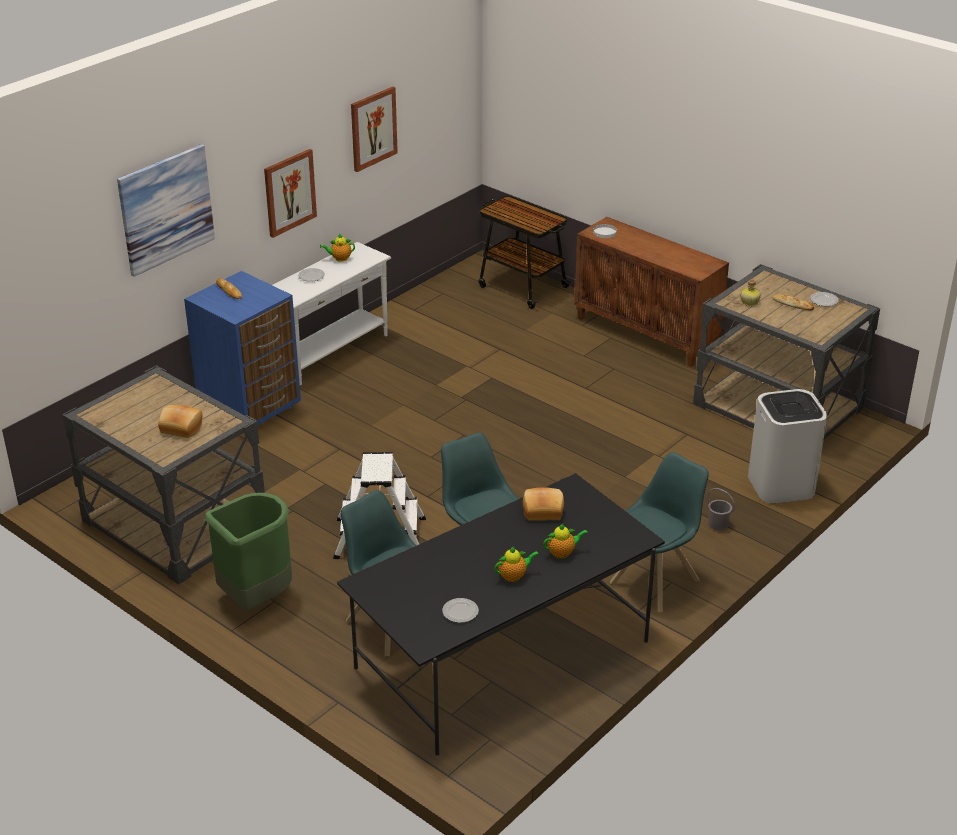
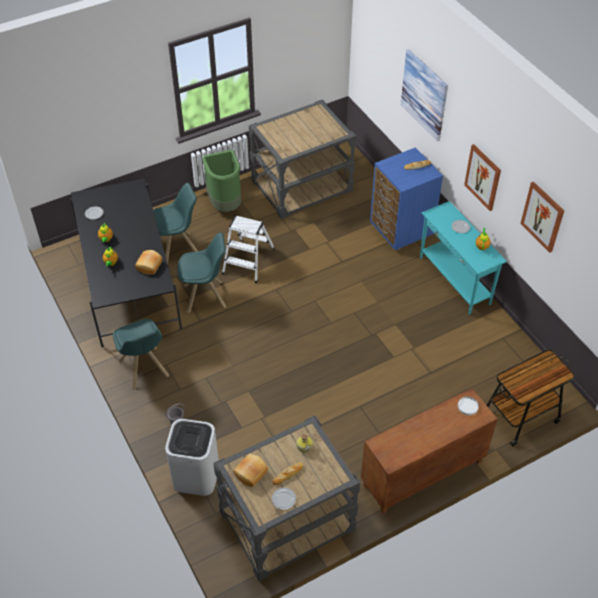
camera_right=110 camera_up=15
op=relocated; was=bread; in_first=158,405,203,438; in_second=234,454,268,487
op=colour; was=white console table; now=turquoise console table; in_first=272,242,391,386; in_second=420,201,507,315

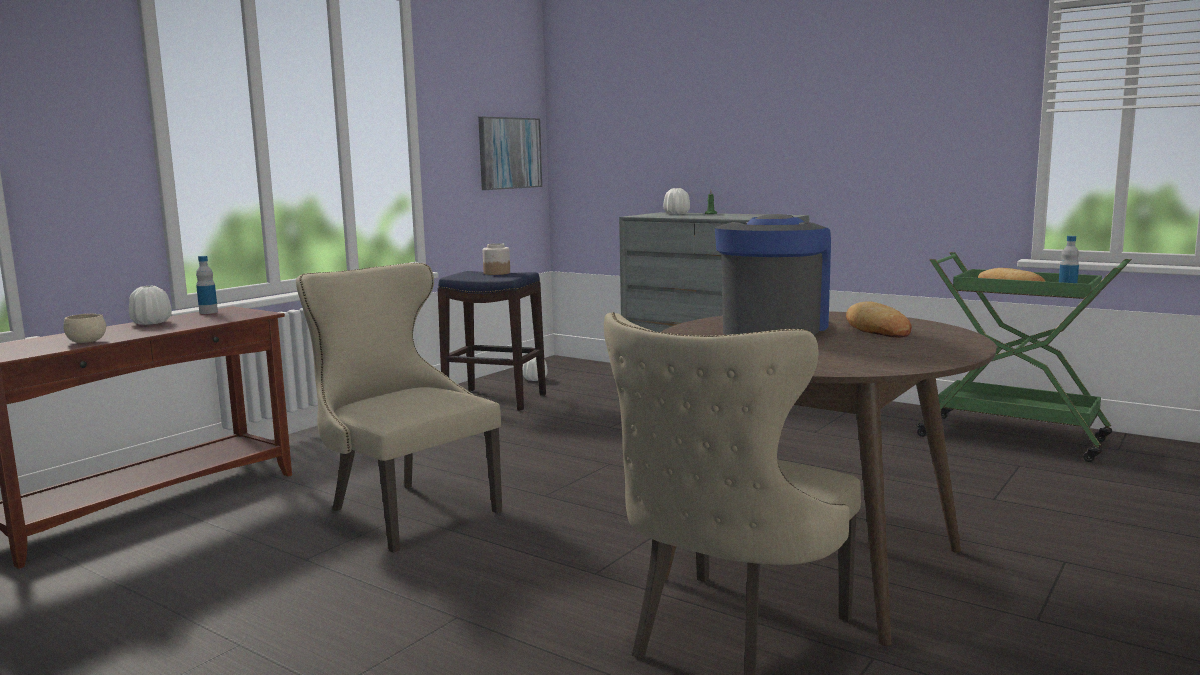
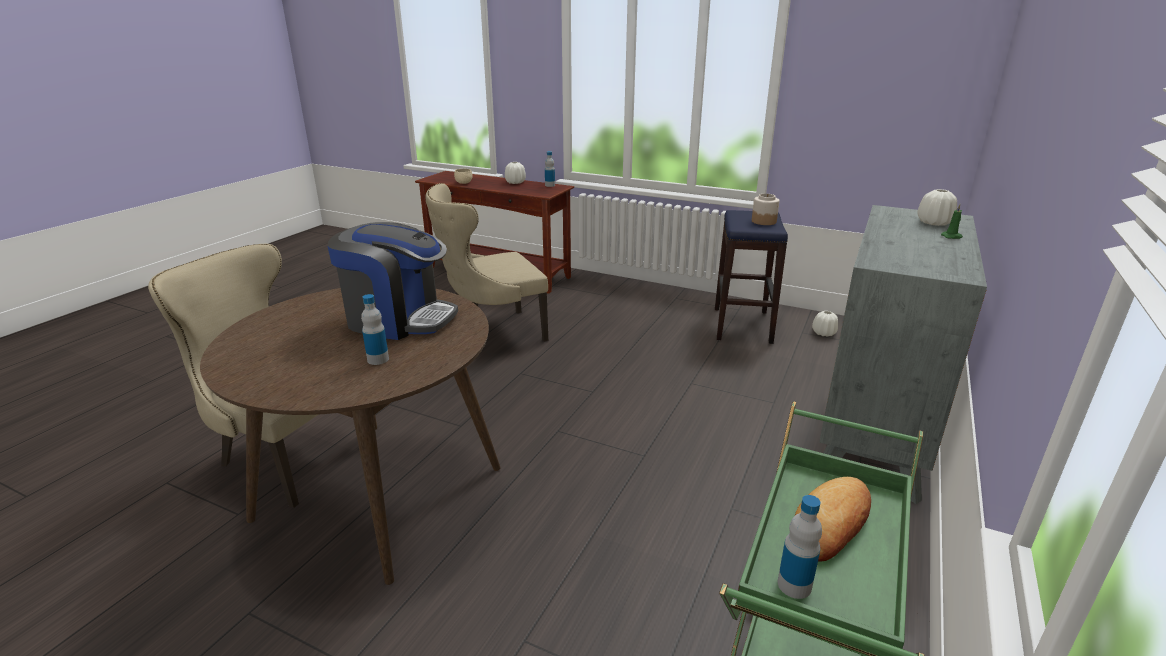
camera_right=80 camera_up=15
op=spun; was=beige chair; in_first=296,263,502,553; in_second=426,183,548,341; clockwise=-150
op=missing; was=picture; in_first=478,117,542,190
op=exchanged; was=bread; now=bottle; in_first=846,301,912,338; in_second=361,294,389,365

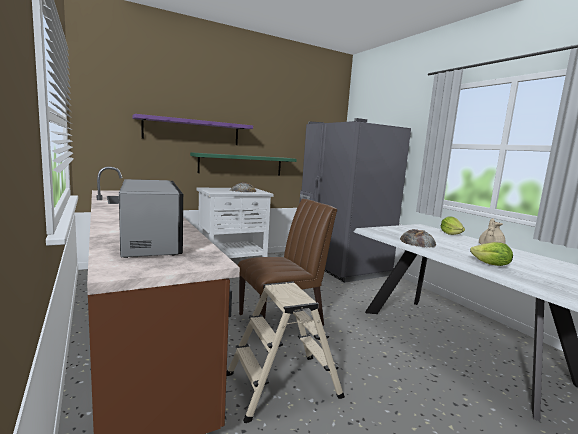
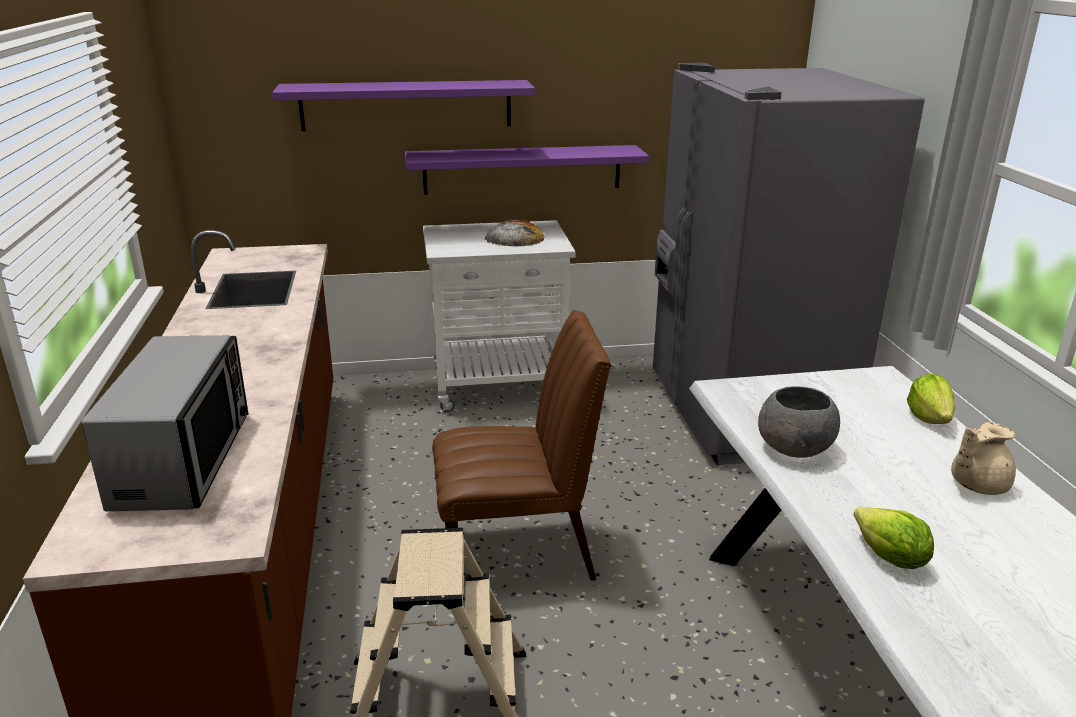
camera_right=20 camera_up=15
op=colour; was=green shelf; now=purple shelf; in_first=190,152,297,175; in_second=405,145,649,195
op=exchanged; was=bread; now=grey bowl; in_first=400,229,436,248; in_second=758,386,840,458

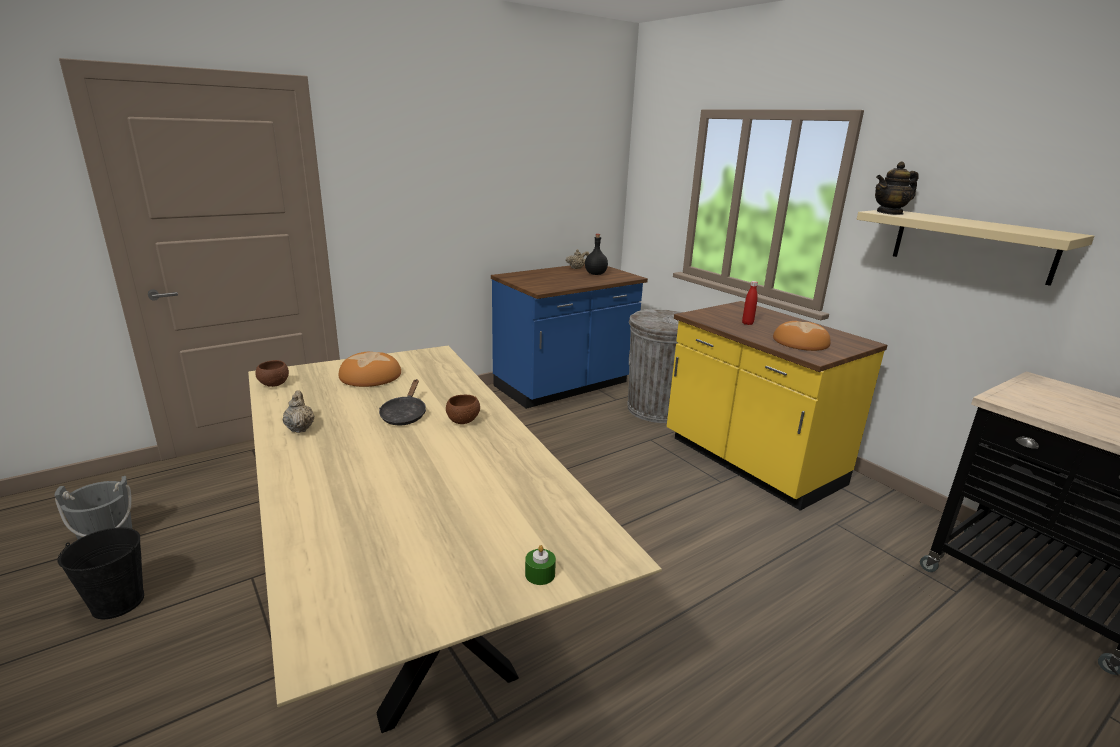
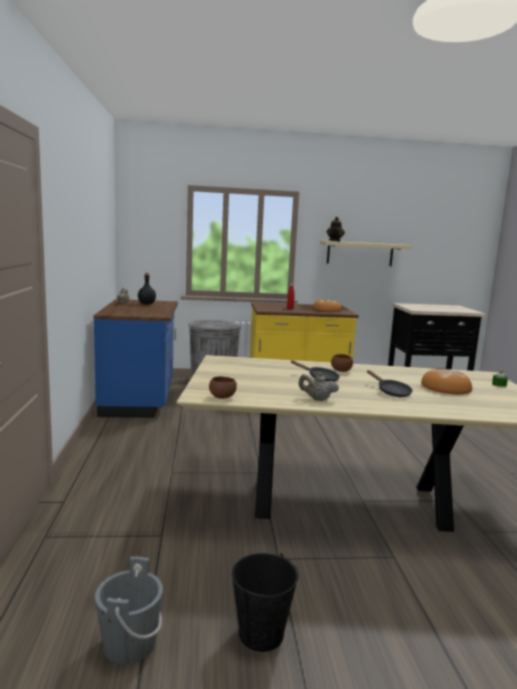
camera_right=-60 camera_up=-10
op=relocated; was=bread; in_first=339,352,401,387; in_second=421,369,472,394
op=appeared; now=black frying pan; in_second=367,370,413,397

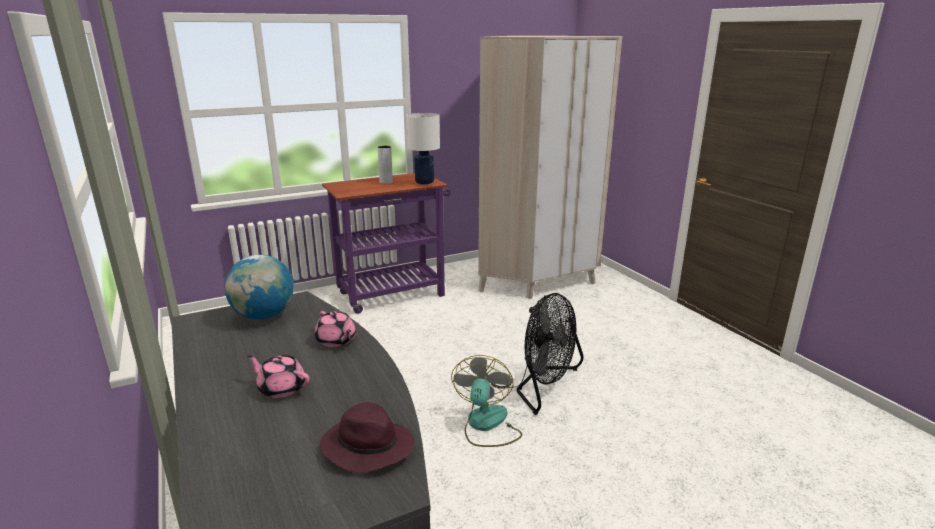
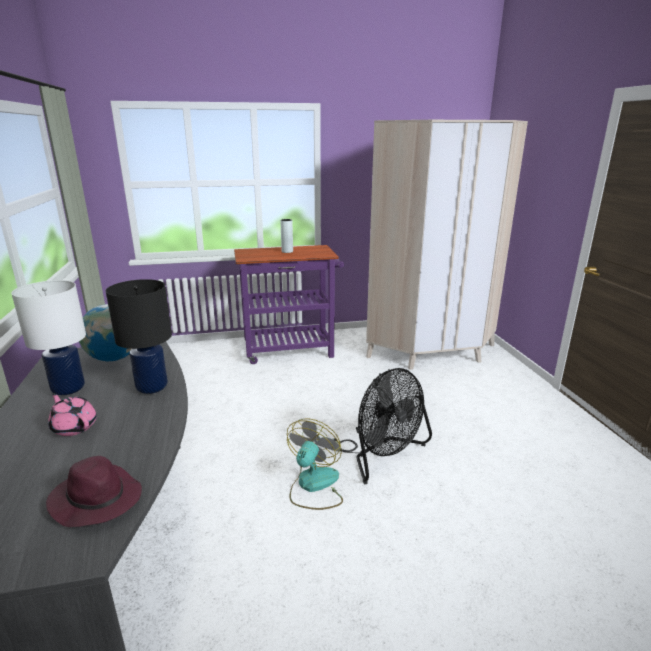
camera_right=15 camera_up=0
op=exchanged; was=pink teapot; now=black table lamp; in_first=314,311,356,347; in_second=106,279,172,394
op=relocated; was=white table lamp; in_first=406,113,440,184; in_second=11,280,86,395

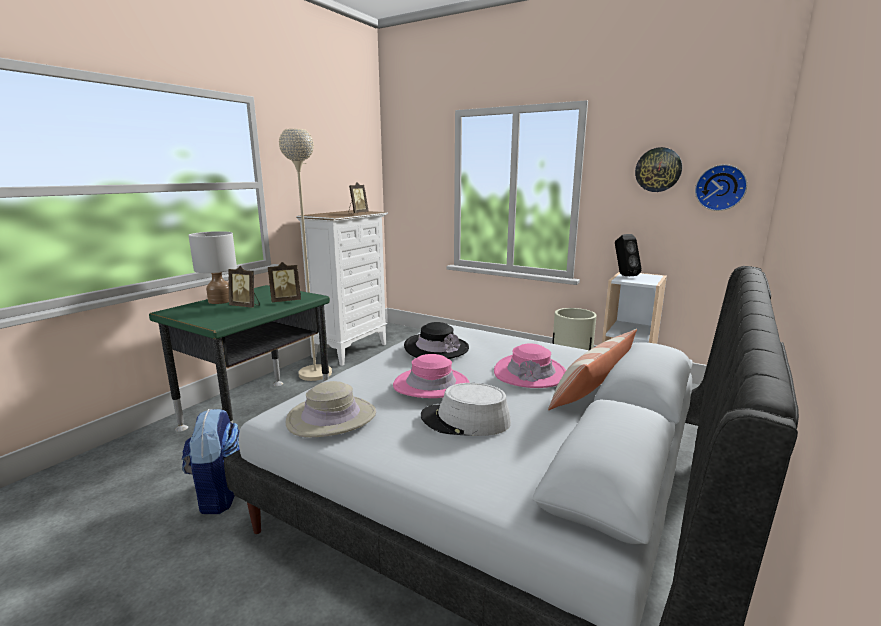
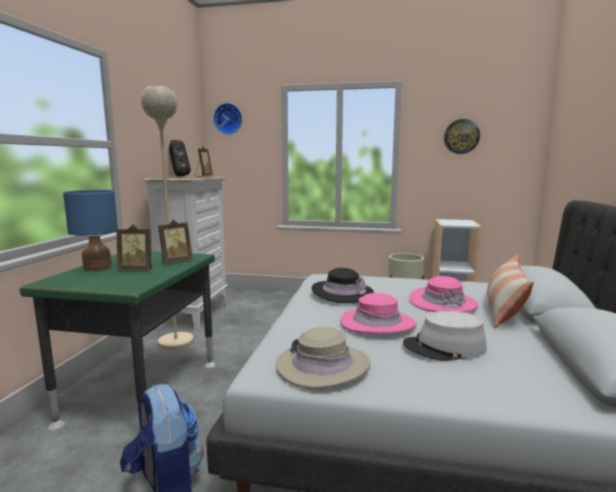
camera_right=-20 camera_up=-5
op=colour; was=grey table lamp; now=blue table lamp; in_first=188,231,237,304; in_second=63,190,118,271
op=relocated; was=black speaker; in_first=615,234,642,276; in_second=169,140,191,176
op=relocated; was=wall clock; in_first=695,164,747,211; in_second=213,103,242,135

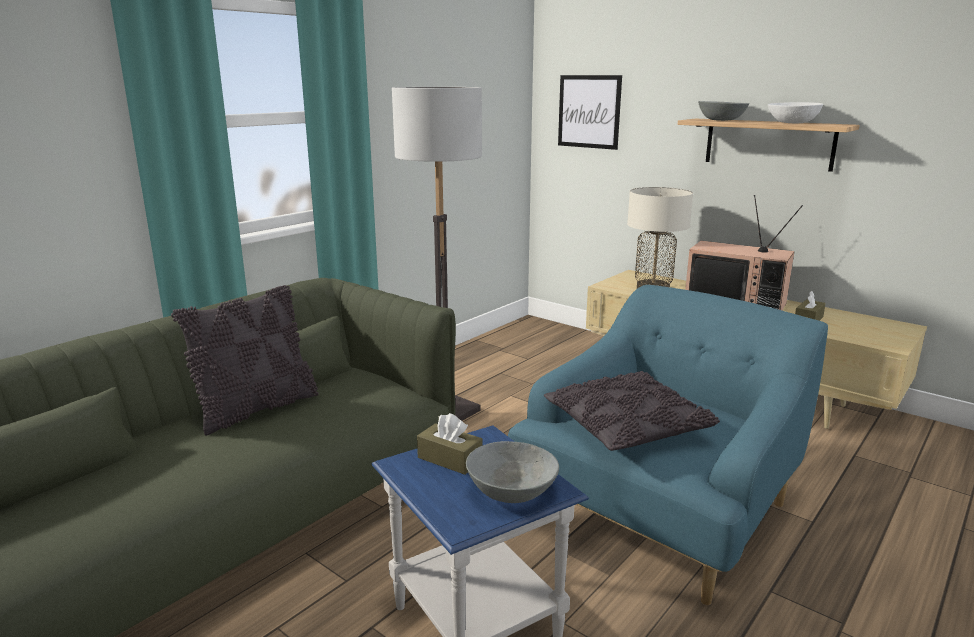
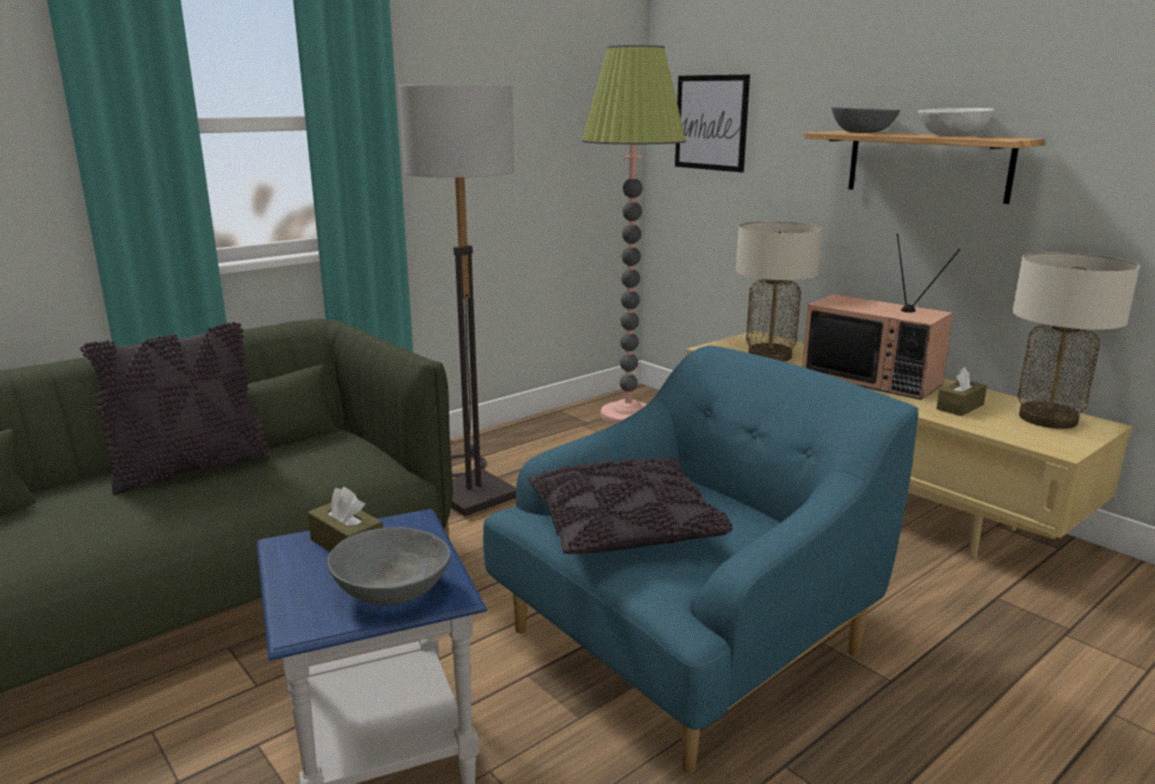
camera_right=10 camera_up=0
op=appeared; now=floor lamp; in_second=582,44,686,424
op=appeared; now=table lamp; in_second=1012,252,1140,429

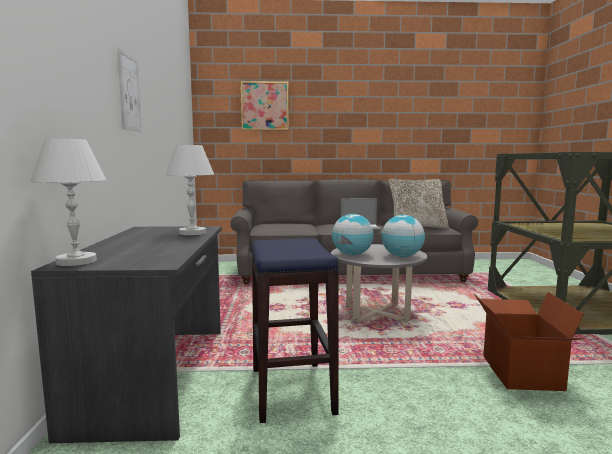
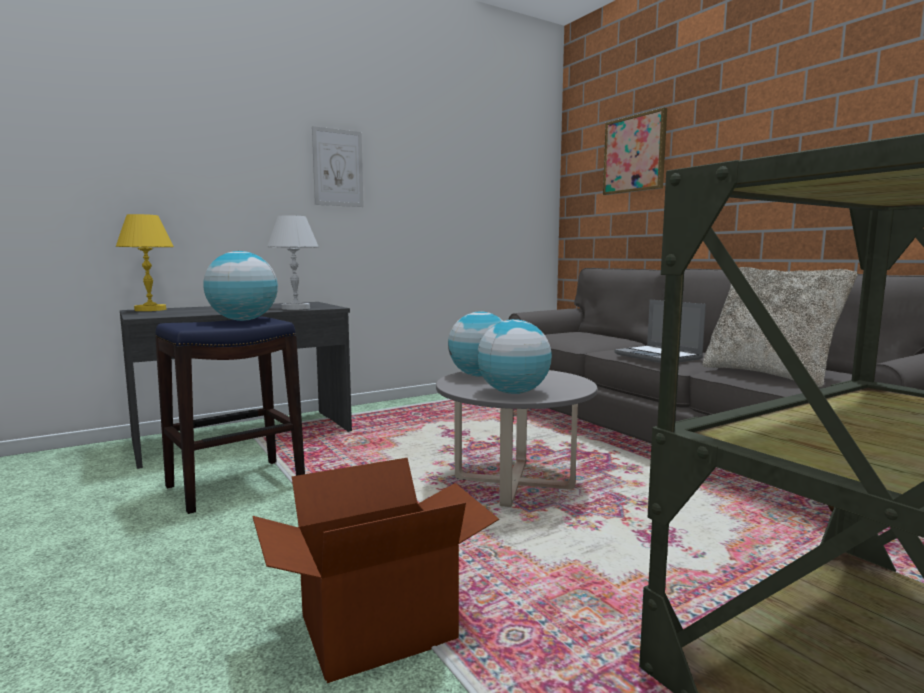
camera_right=60 camera_up=0
op=colour; was=white table lamp; now=yellow table lamp; in_first=30,139,106,266; in_second=116,214,174,311
op=appeared; now=globe; in_second=203,251,278,321

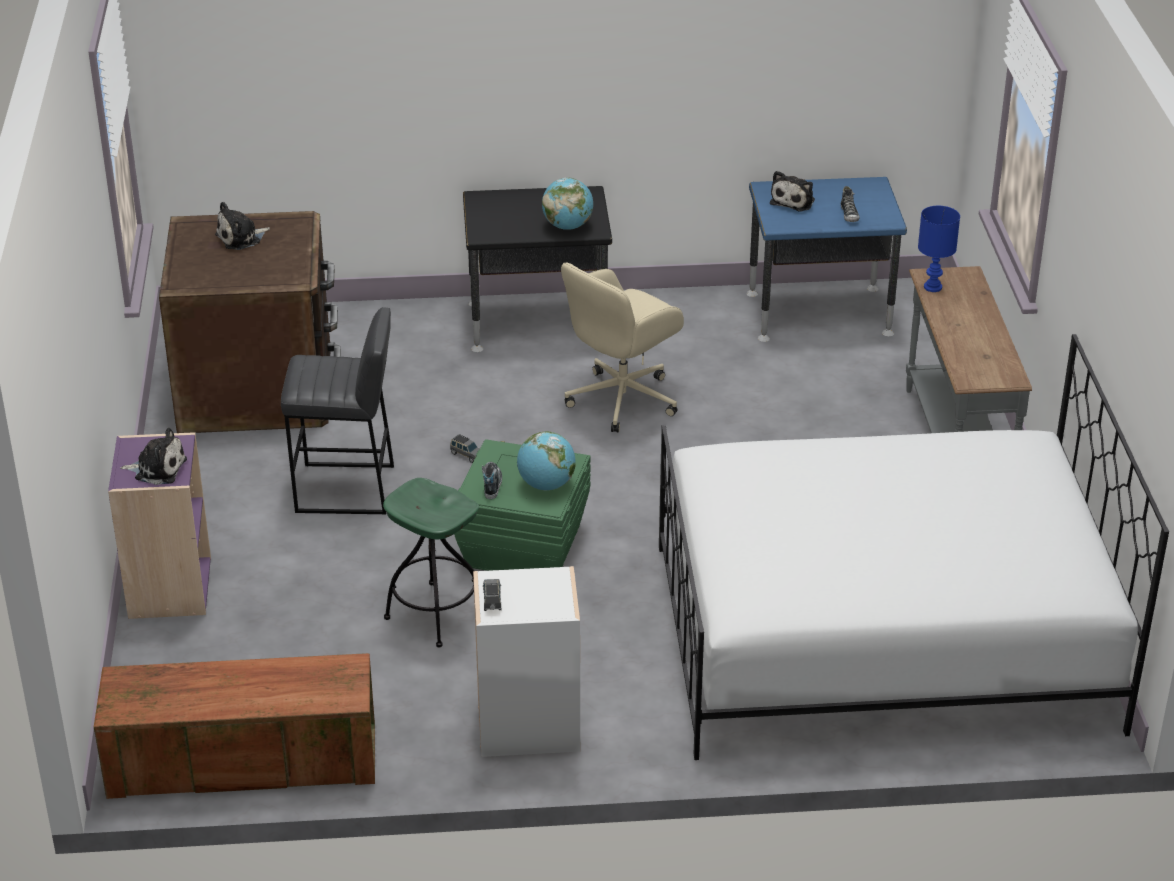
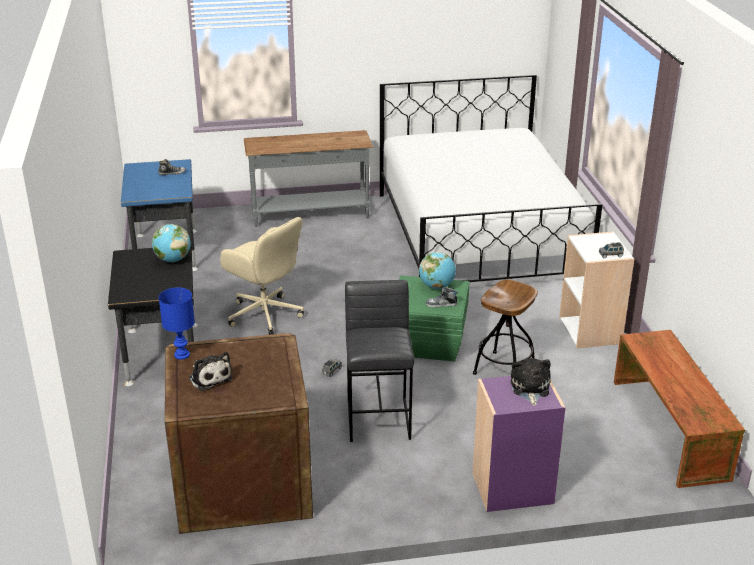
camera_right=-95 camera_up=-5
op=colour; was=green stool; now=brown stool; in_first=383,478,479,648; in_second=473,279,538,375
op=missing; was=plush toy; in_first=770,171,815,211
op=relocated; was=blue table lamp; in_first=918,206,960,292; in_second=159,288,195,360

